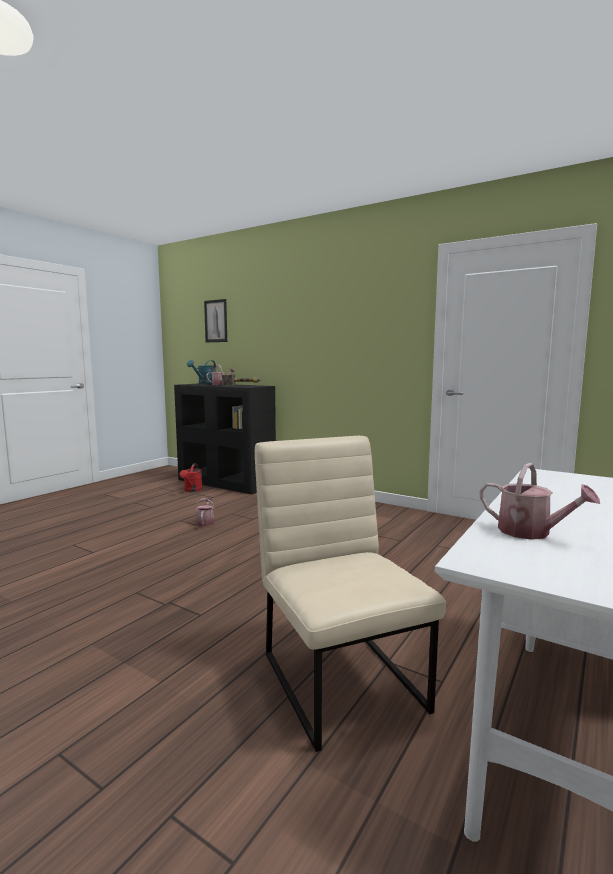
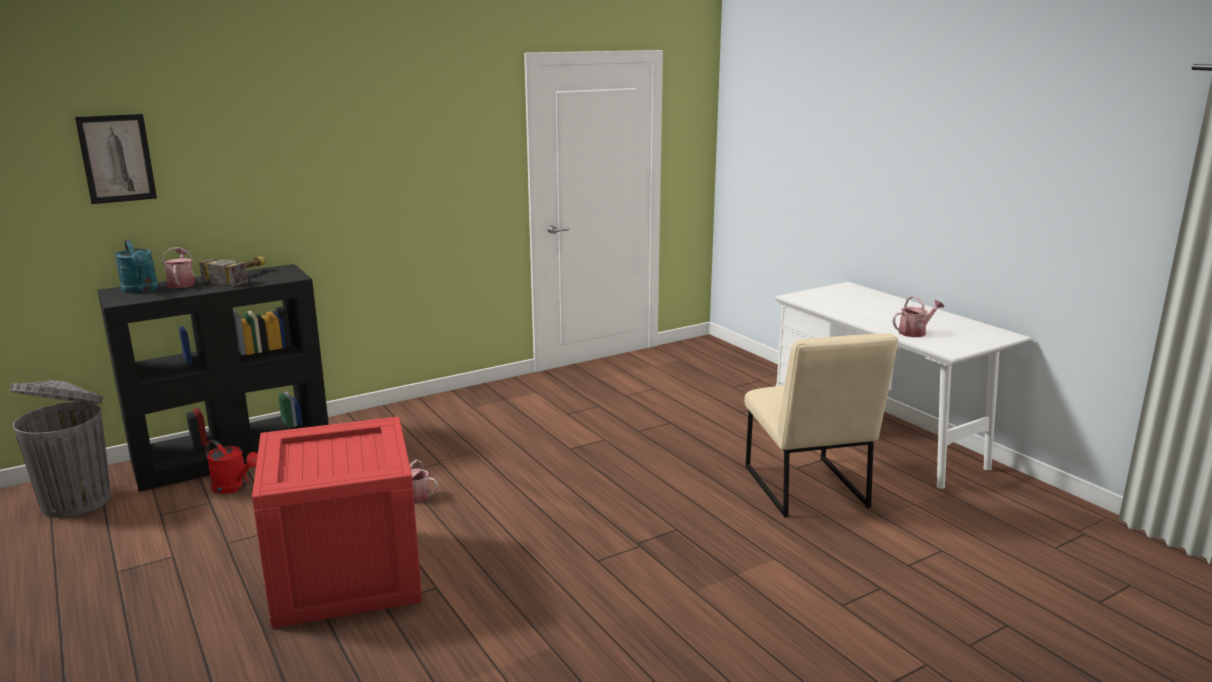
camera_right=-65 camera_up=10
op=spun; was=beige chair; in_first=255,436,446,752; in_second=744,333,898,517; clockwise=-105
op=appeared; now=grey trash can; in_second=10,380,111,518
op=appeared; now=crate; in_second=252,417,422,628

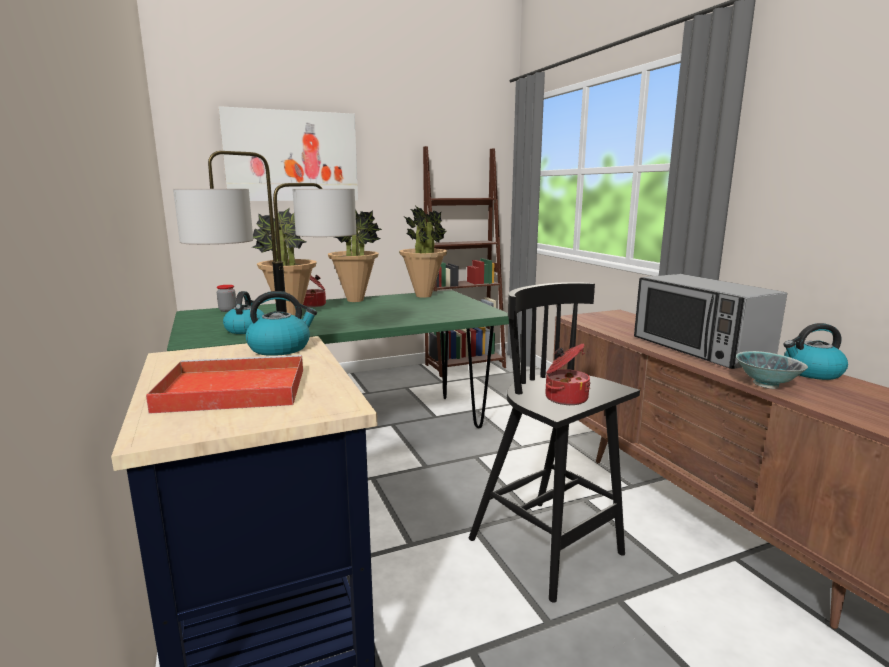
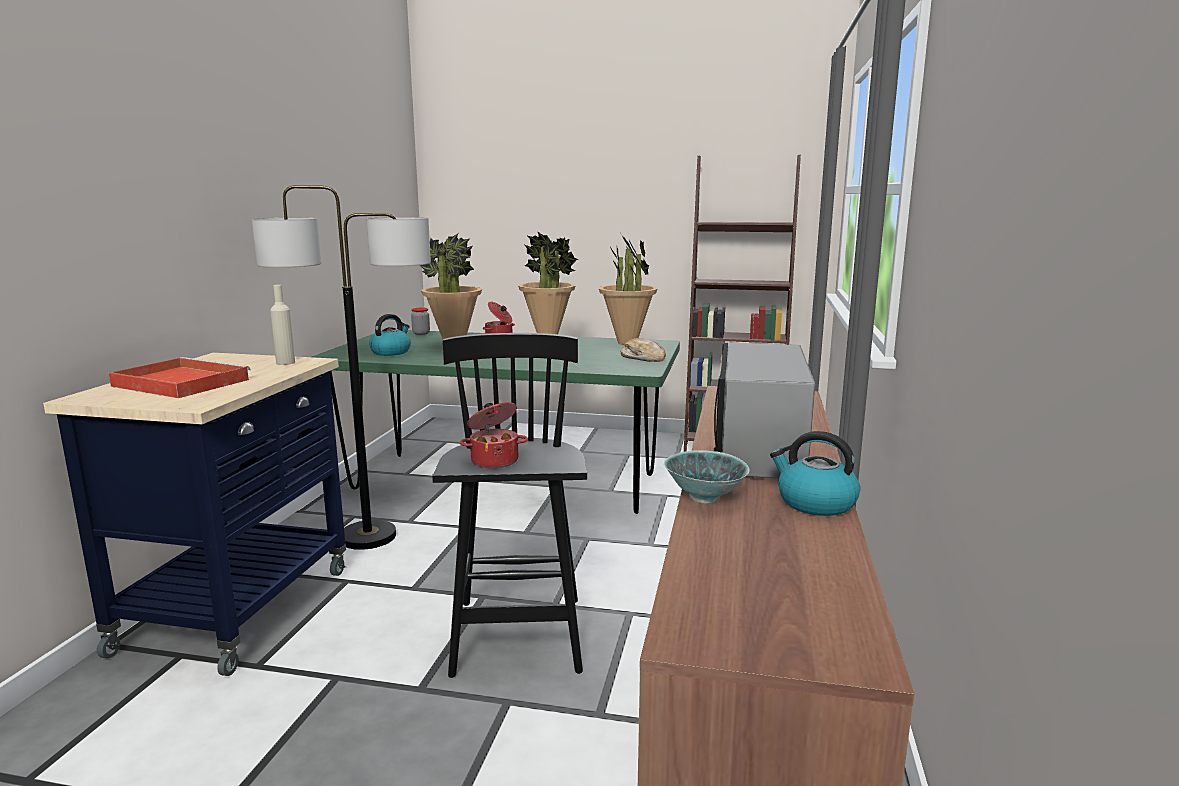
camera_right=35 camera_up=0
op=missing; was=picture; in_first=219,106,358,201
op=exchanged; was=kettle; now=beige bottle; in_first=246,291,317,356; in_second=270,285,295,365
op=appeared; now=bread; in_second=621,338,666,362

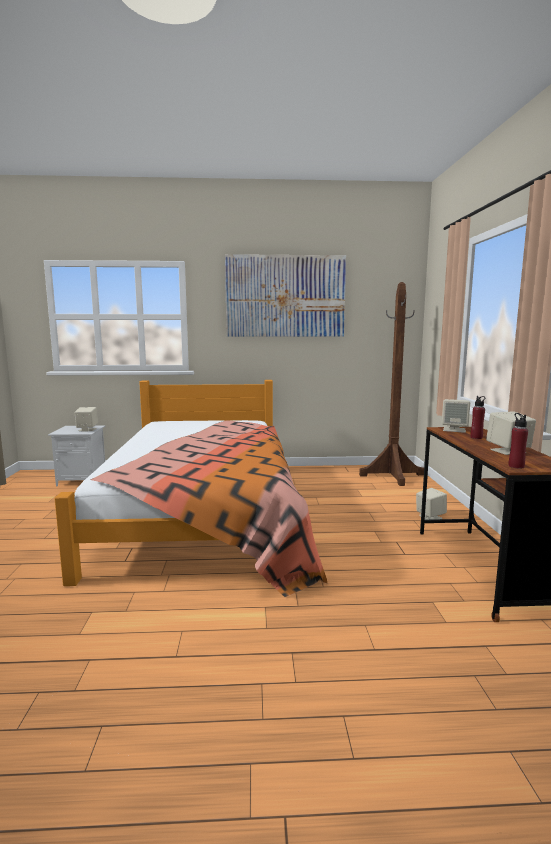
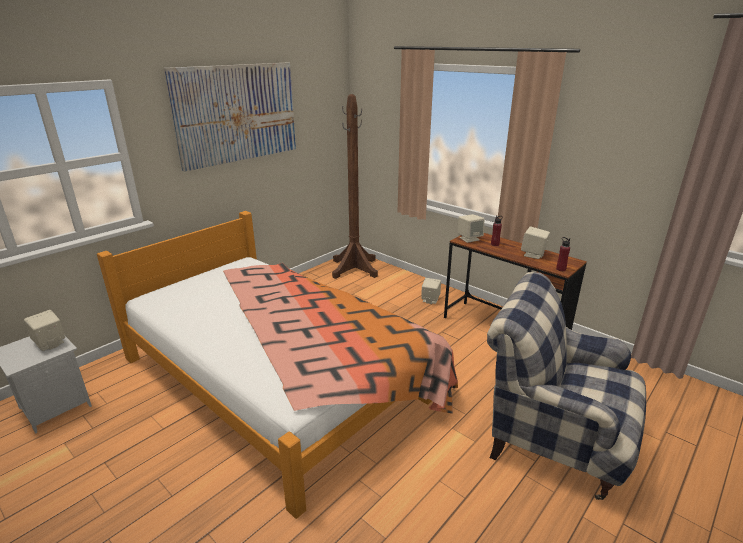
camera_right=-45 camera_up=15
op=appeared; now=armchair; in_second=487,272,646,500

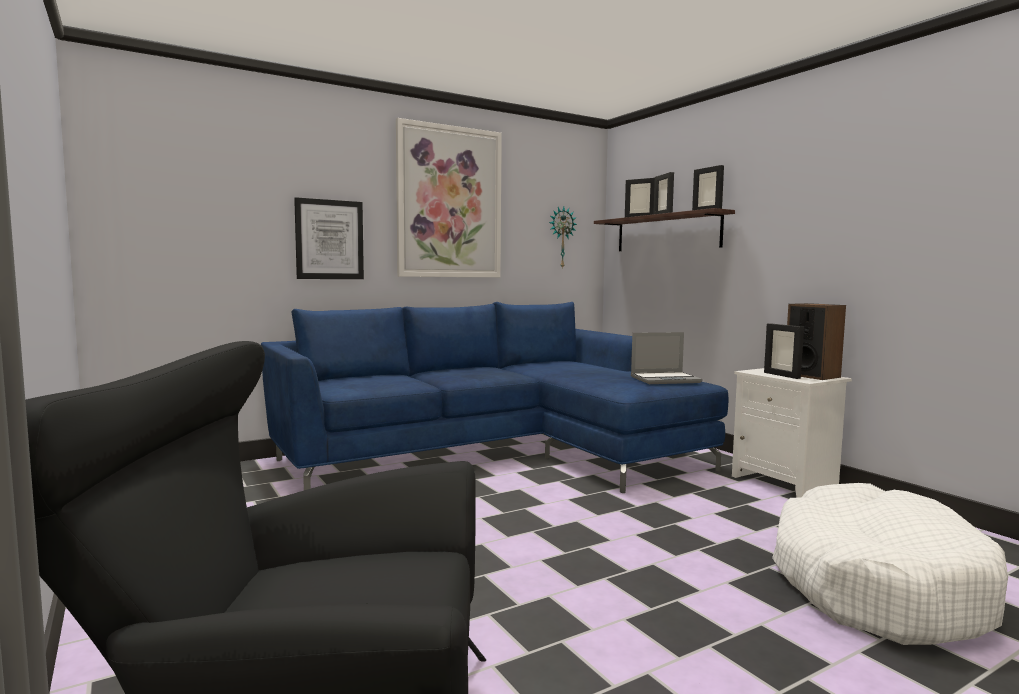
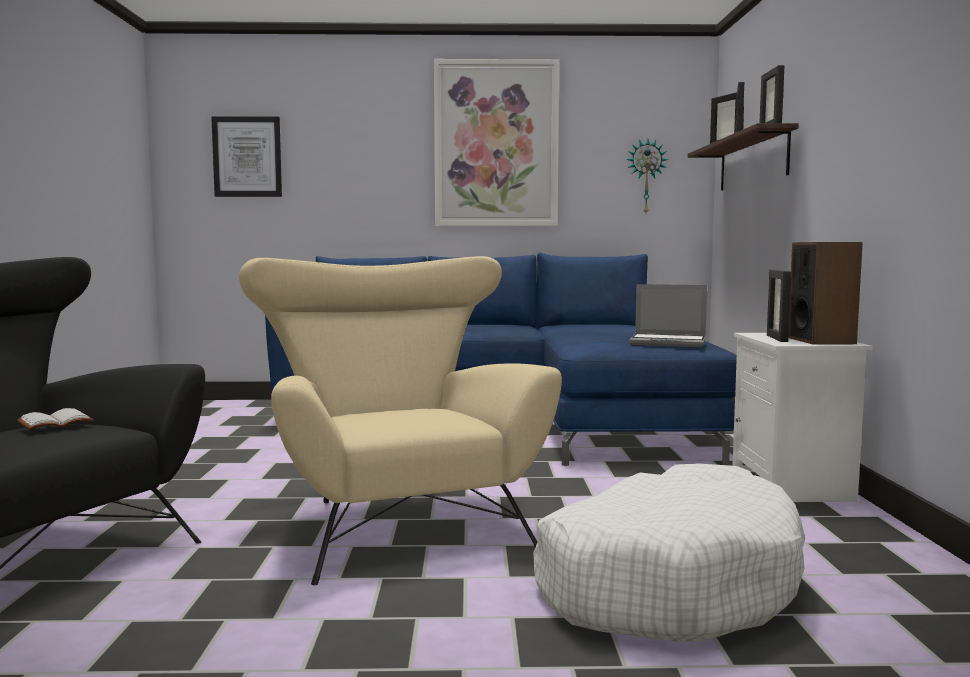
camera_right=30 camera_up=0
op=relocated; was=picture; in_first=294,197,364,279; in_second=211,116,282,197
op=appeared; now=white book; in_second=17,408,94,430
op=appeared; now=beige armchair; in_second=239,256,562,585

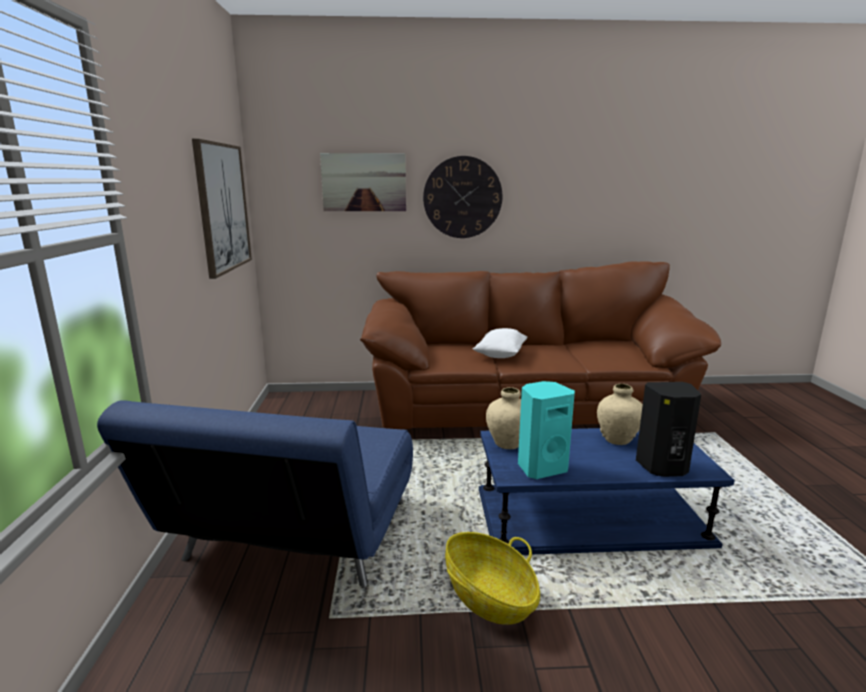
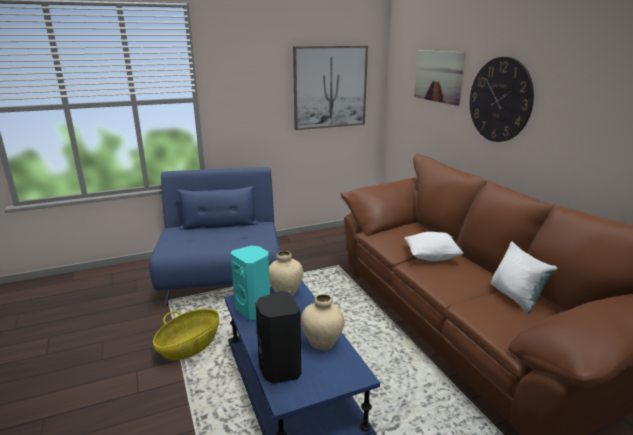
camera_right=70 camera_up=5
op=spun; was=blue armchair; in_first=97,400,413,587; in_second=149,167,280,306; clockwise=90
op=appeared; now=white pillow; in_second=491,241,557,314

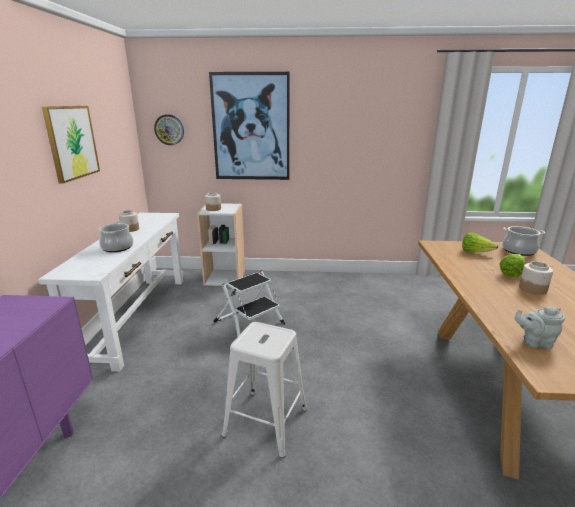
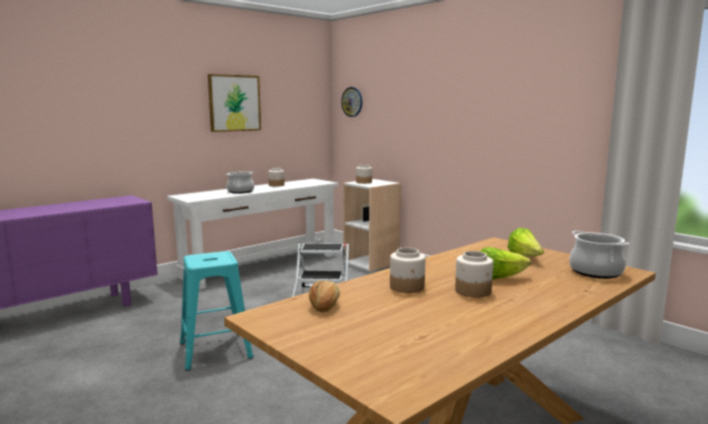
camera_right=45 camera_up=-10
op=missing; was=picture; in_first=209,72,290,180
op=colour; was=white stool; now=turquoise stool; in_first=221,322,308,458; in_second=180,251,254,371
op=exchanged; was=grey teapot; now=bread; in_first=515,306,565,349; in_second=309,280,340,312
op=appeared; now=jar; in_second=390,248,426,293

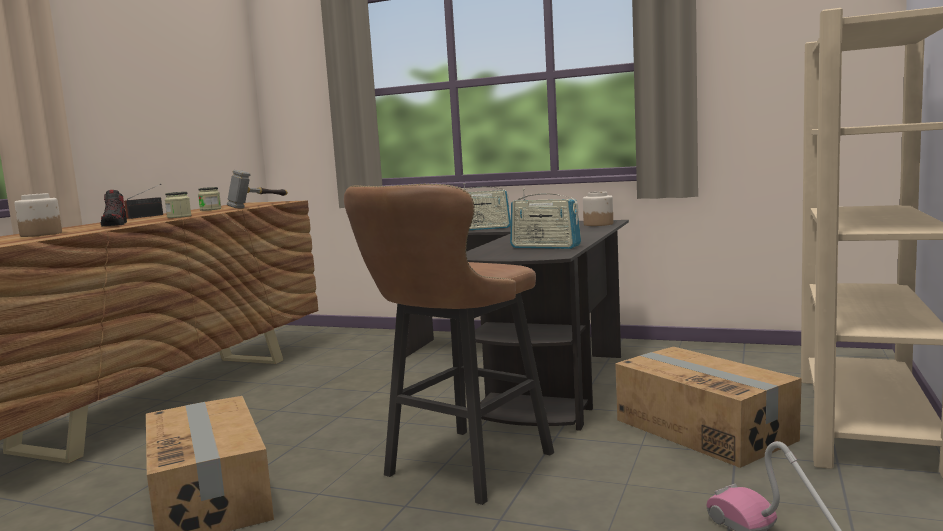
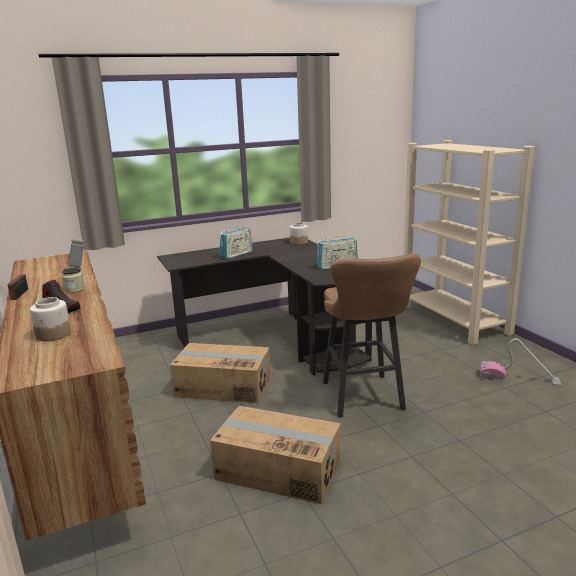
camera_right=-45 camera_up=10
op=missing; was=jar; in_first=198,187,221,211
op=relocated; was=cardboard box; in_first=615,347,802,468; in_second=170,343,270,403

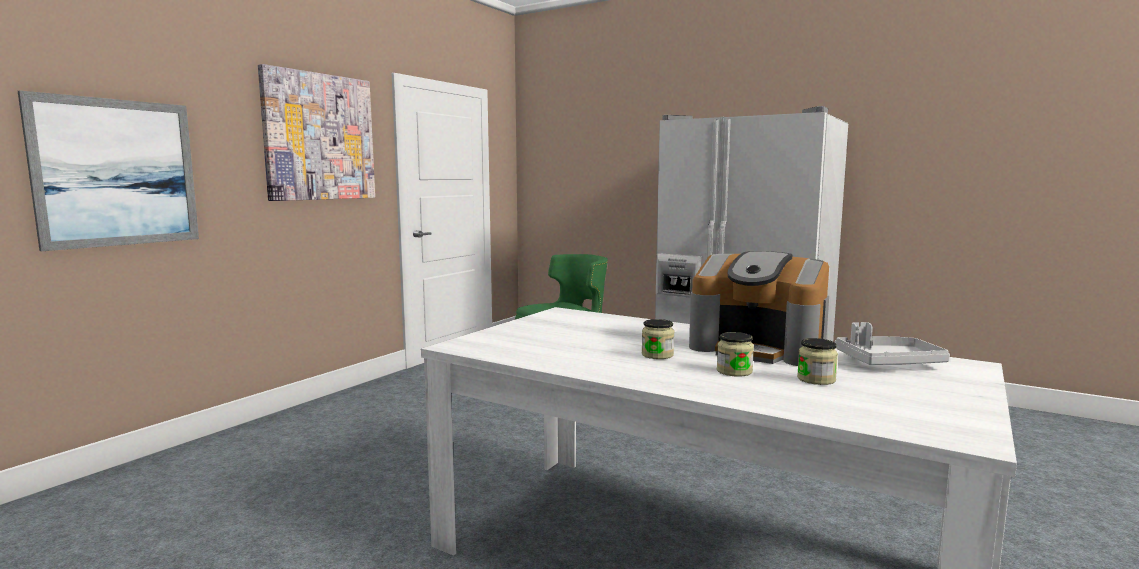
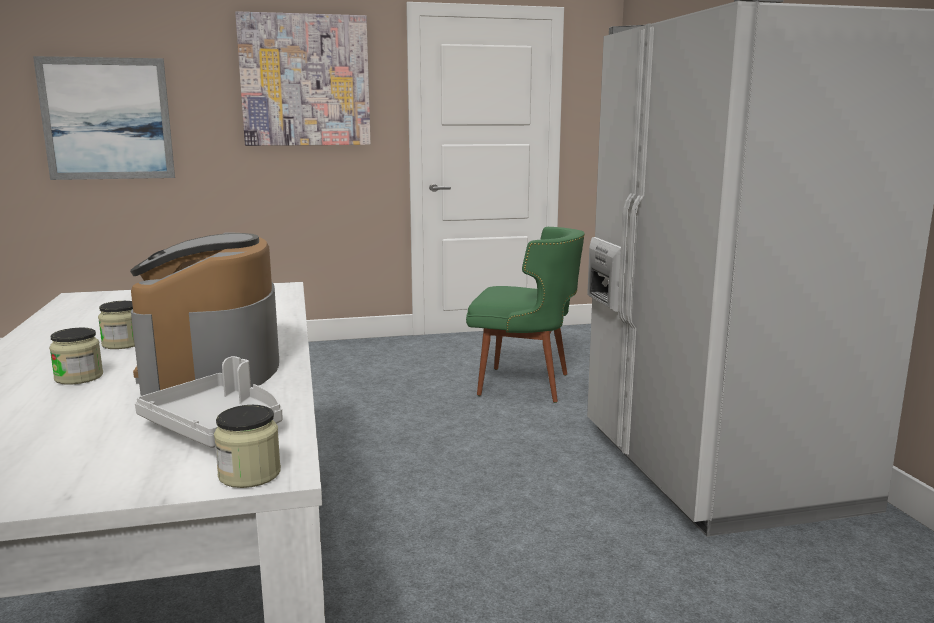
camera_right=45 camera_up=5
op=relocated; was=jar; in_first=797,338,838,385; in_second=214,405,281,488

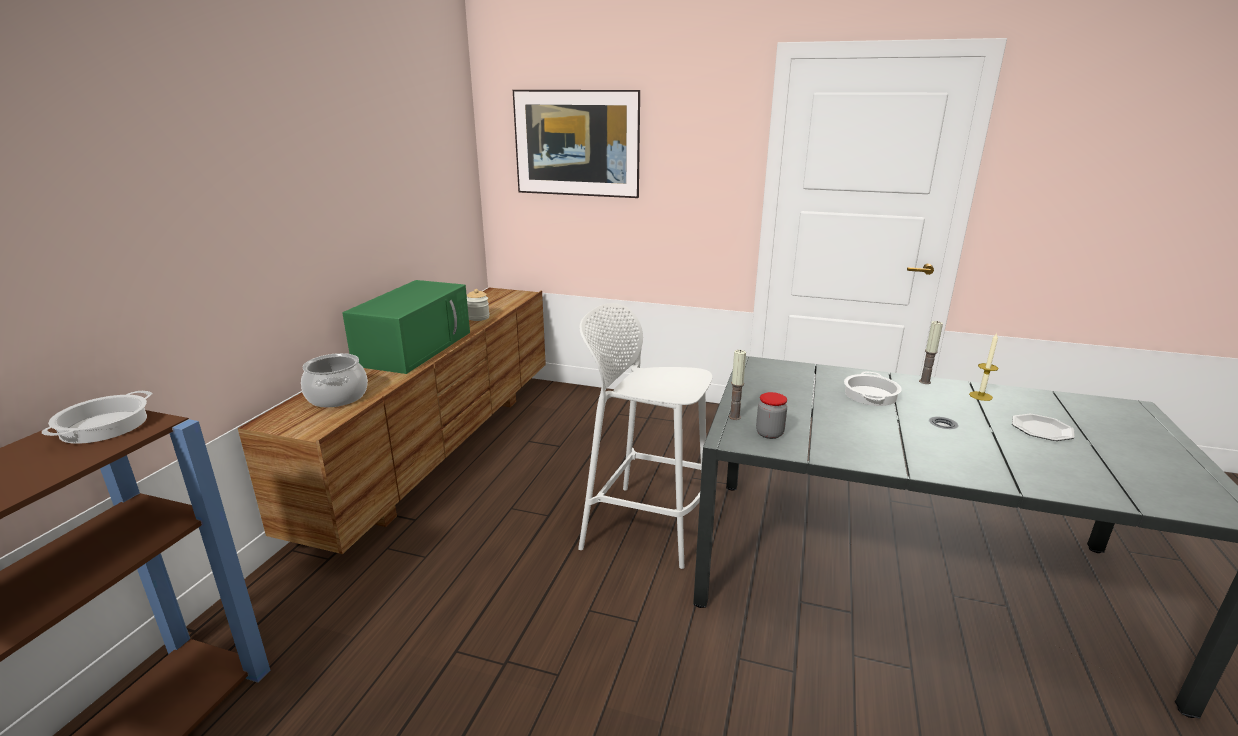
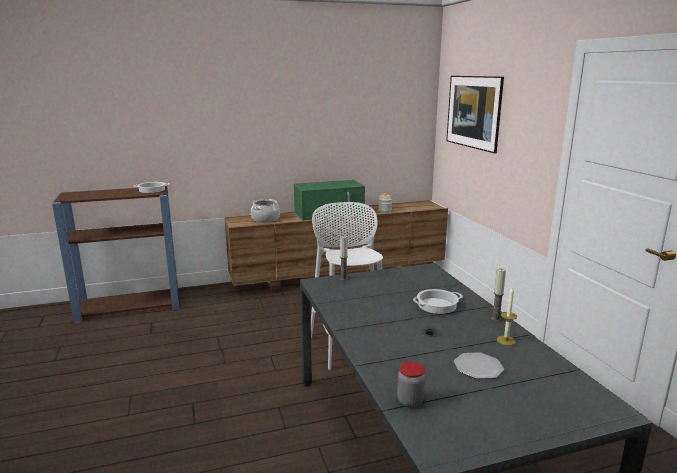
camera_right=55 camera_up=-5
op=relocated; was=jar; in_first=756,392,787,439; in_second=397,362,425,407

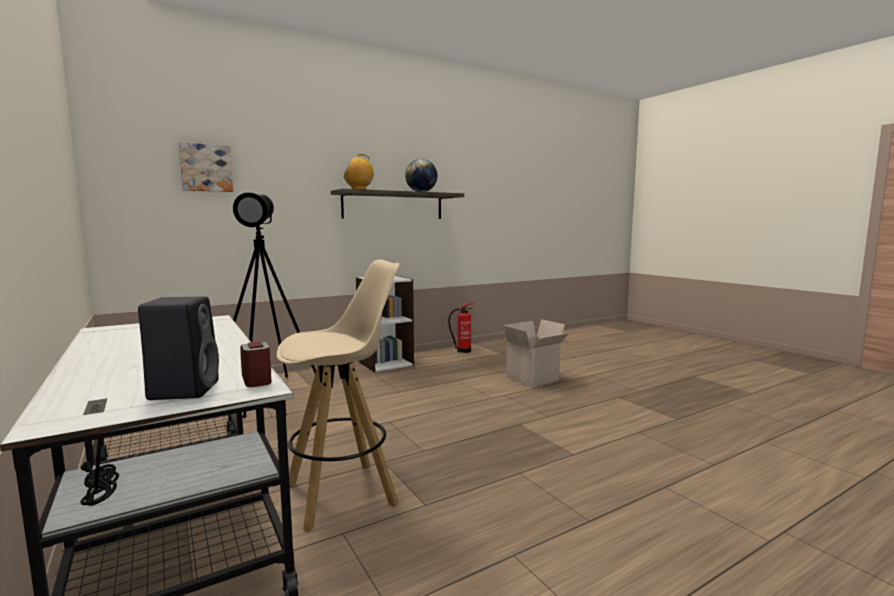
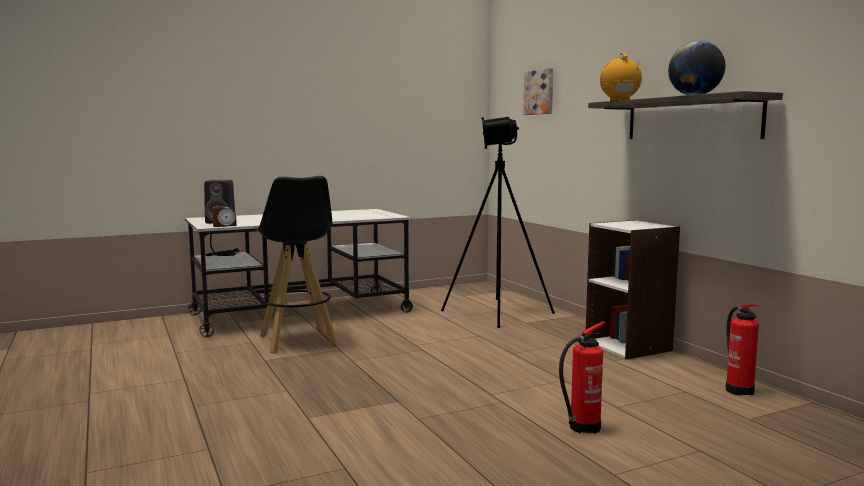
camera_right=95 camera_up=0
op=colour; was=beige stool; now=black stool; in_first=276,259,400,531; in_second=254,176,338,353
op=exchanged; was=cardboard box; now=fire extinguisher; in_first=503,319,569,388; in_second=559,321,606,434

